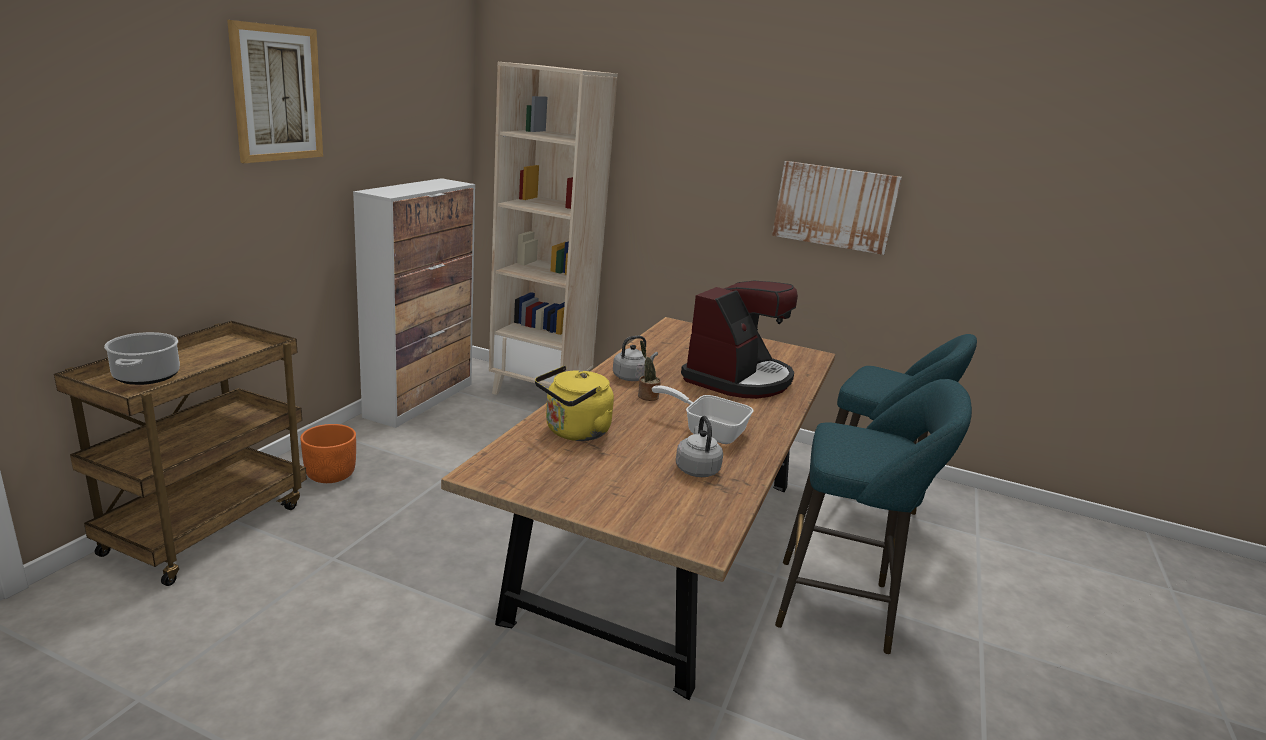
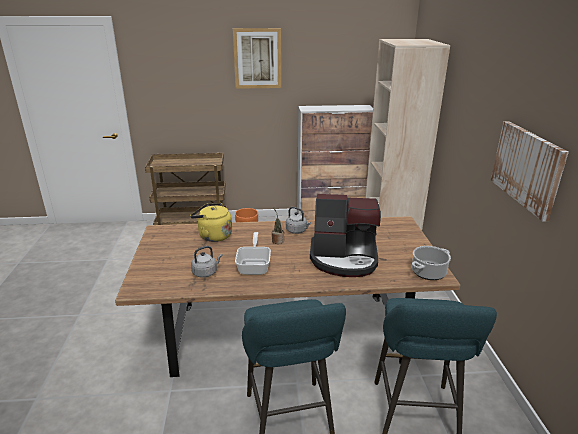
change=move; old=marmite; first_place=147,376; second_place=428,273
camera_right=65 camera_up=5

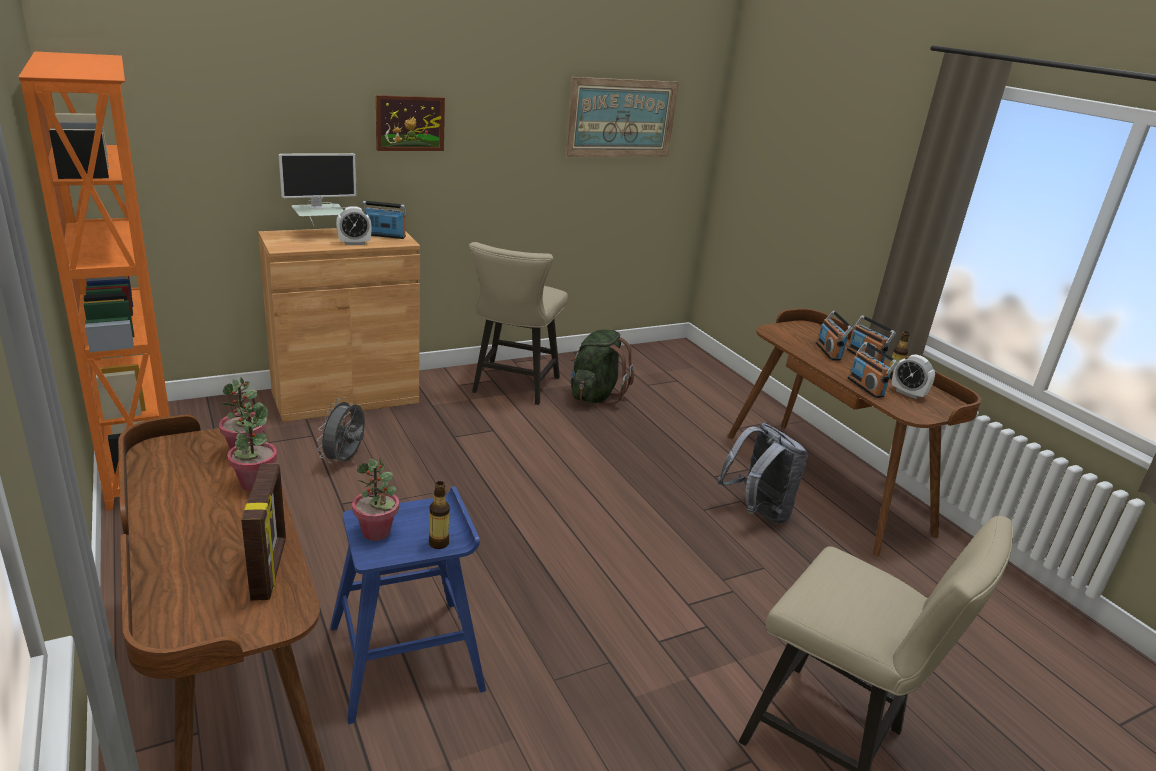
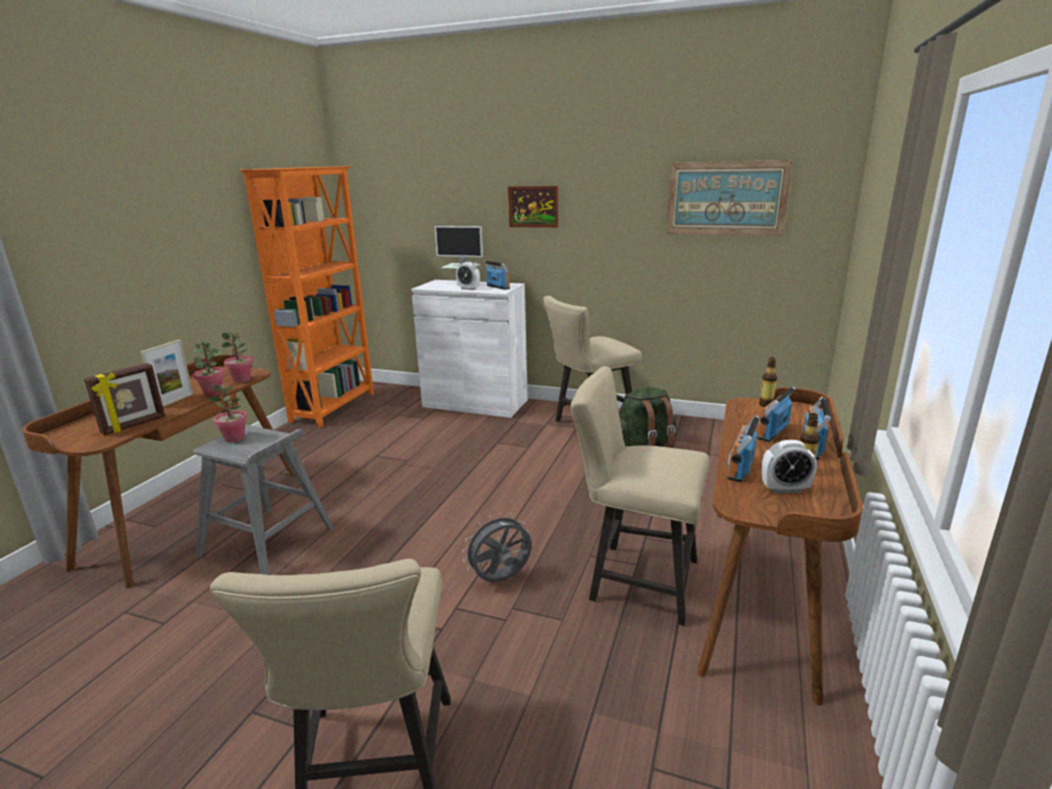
change=insert; new=cadre photo; second_place=175,401
change=recolor; old=tabouret [bleu]; new=tabouret [gris]; first_place=407,657; second_place=268,542
change=recolor; old=meuble de rangement [marron]; new=meuble de rangement [blanc]; first_place=345,397; second_place=475,403
change=move; old=ventilateur [gris]; first_place=345,460; second_place=501,580
change=replace; old=sac à dos [gris]; new=chaise [beige]; first_place=756,512; second_place=635,579
change=move; old=bouteille; first_place=438,543; second_place=766,405
change=rotate; old=réveil; first_place=908,393; second_place=785,489; degrees=-90
camera_right=50 camera_up=-5

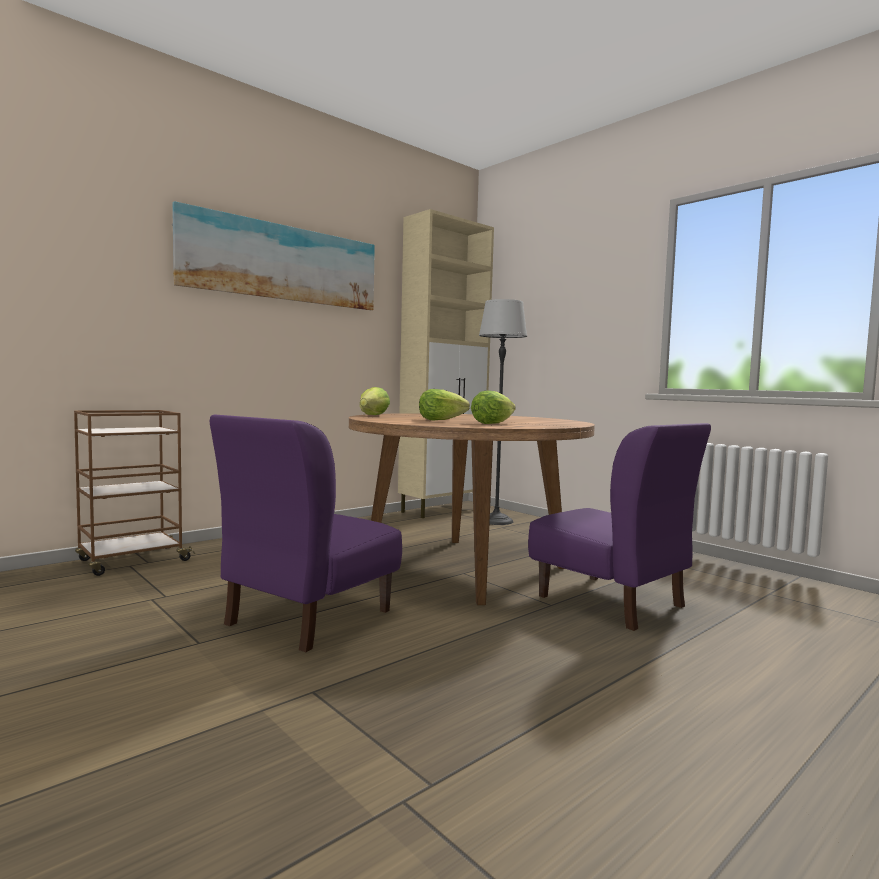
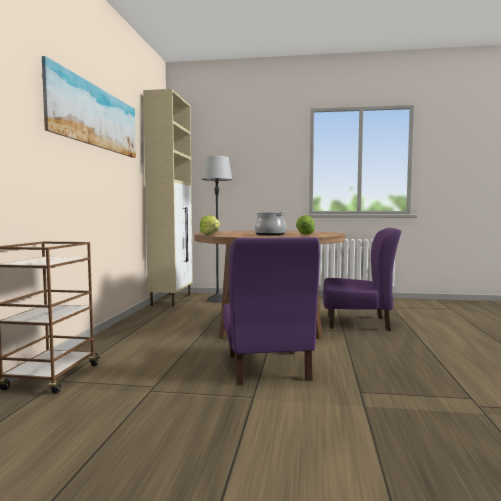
change=replace; old=laitue; new=marmite; first_place=440,420; second_place=269,234
camera_right=-40 camera_up=0

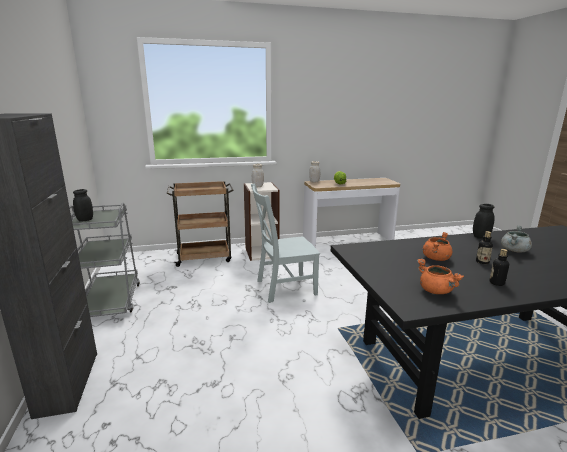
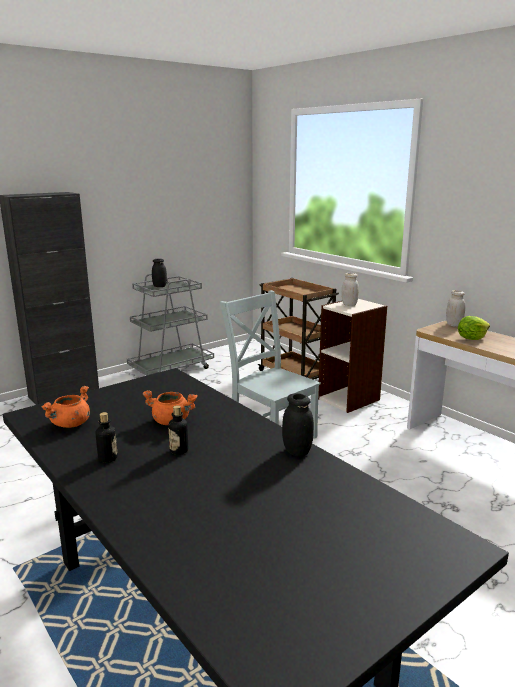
change=delete; old=marmite [gris]; first_place=514,250
camera_right=65 camera_up=0

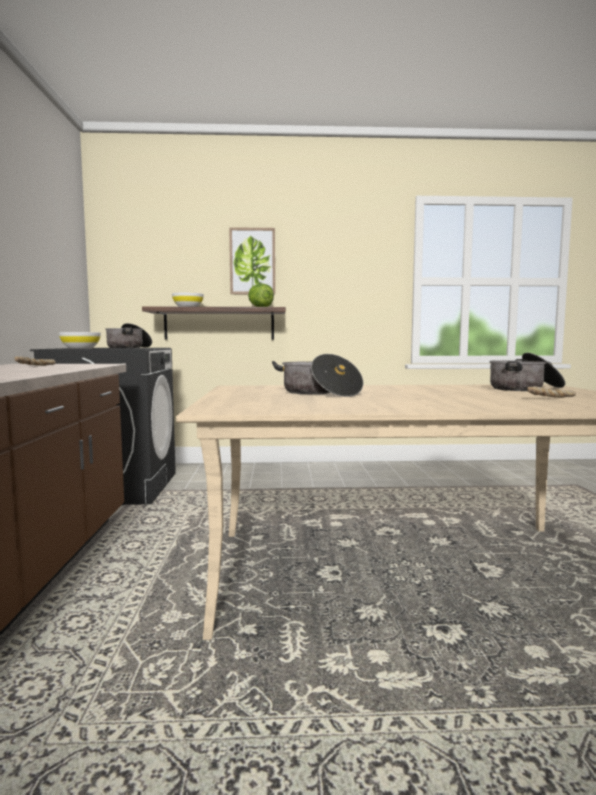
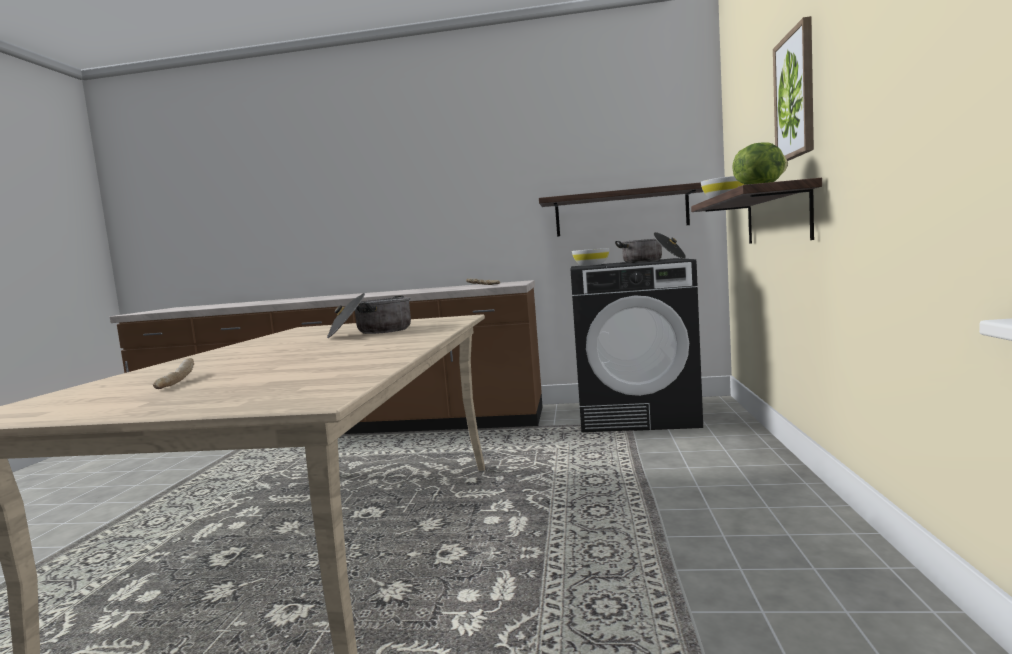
change=insert; new=étagère; second_place=621,212
change=delete; old=marmite; first_place=525,388
camera_right=100 camera_up=0

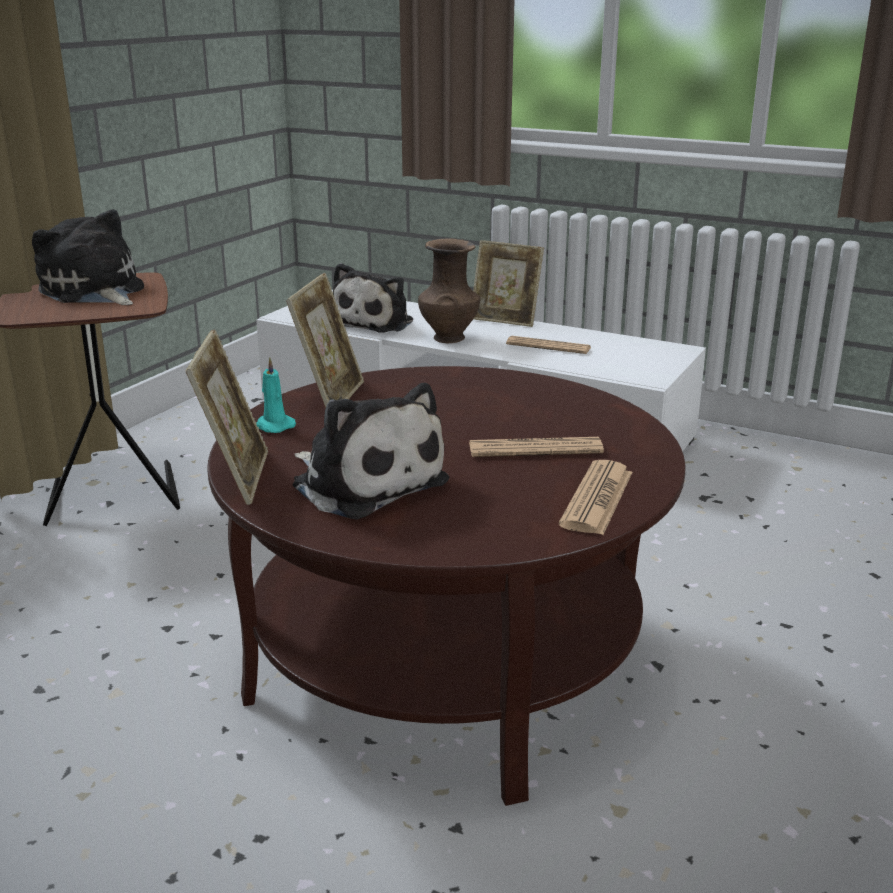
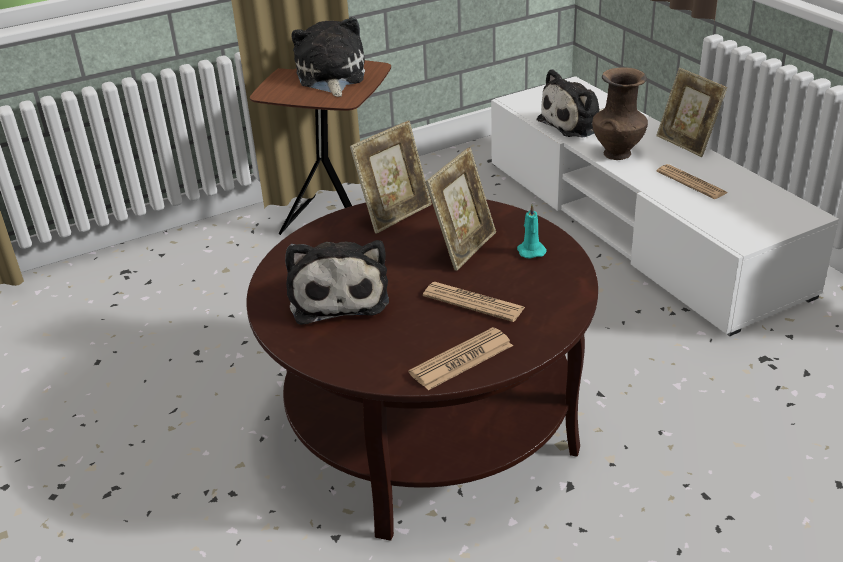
change=move; old=cadre photo; first_place=236,477; second_place=463,247
change=move; old=bougie [turquoise]; first_place=273,426; second_place=530,250
camera_right=35 camera_up=10

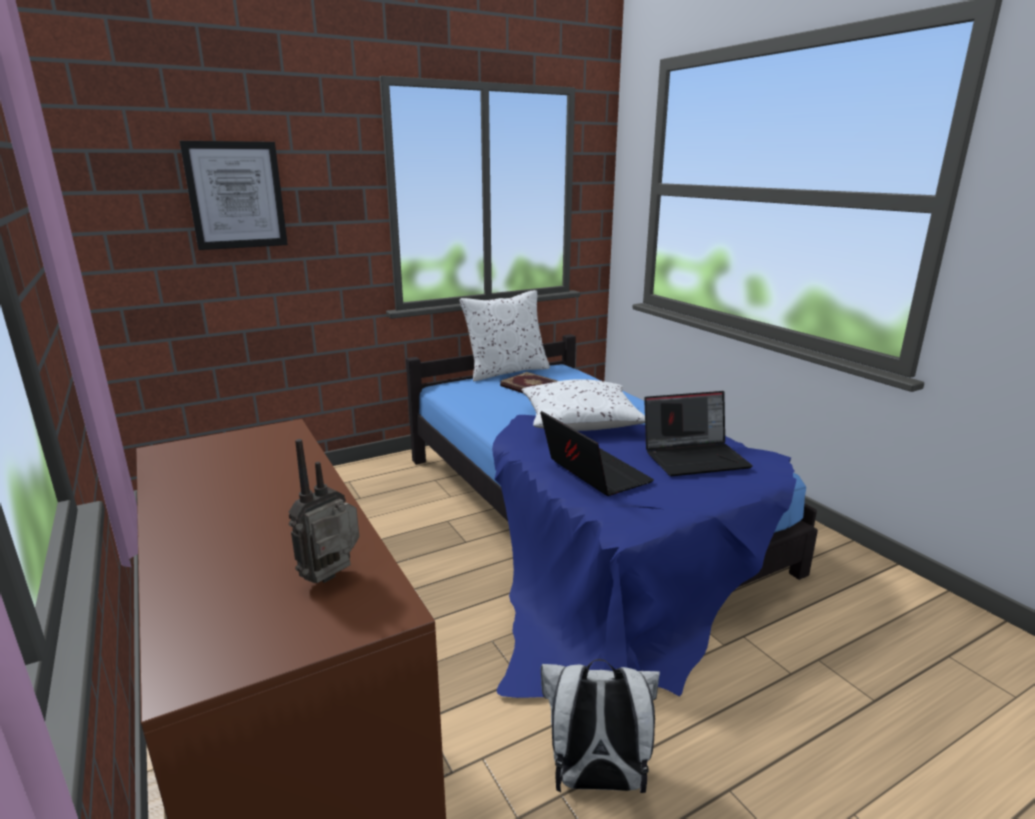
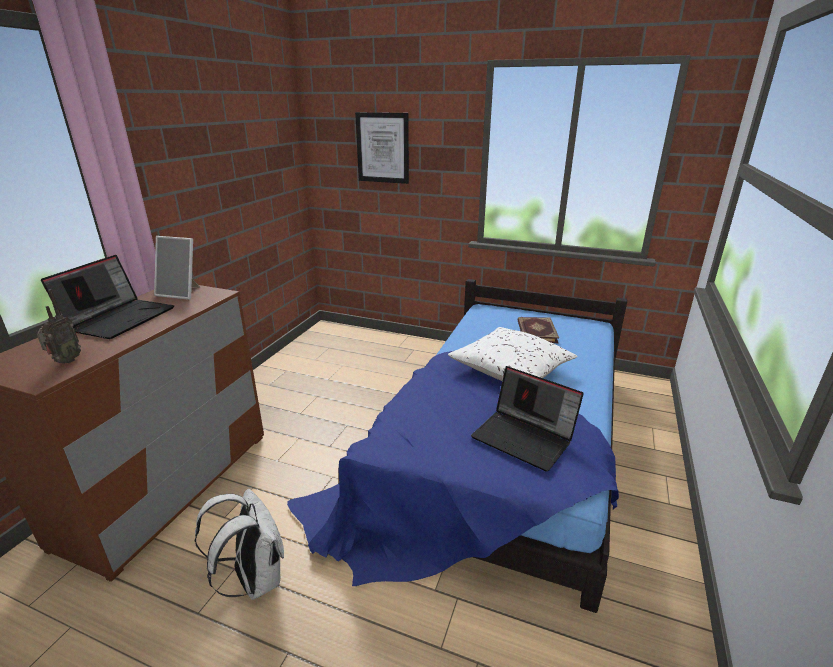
change=rotate; old=radio; first_place=334,579; second_place=65,362; degrees=105
change=move; old=ordinateur portable; first_place=593,473; second_place=120,318
change=insert; new=cadre photo; second_place=182,293
change=delete; old=coussin [blanc]; first_place=506,371
camera_right=50 camera_up=5

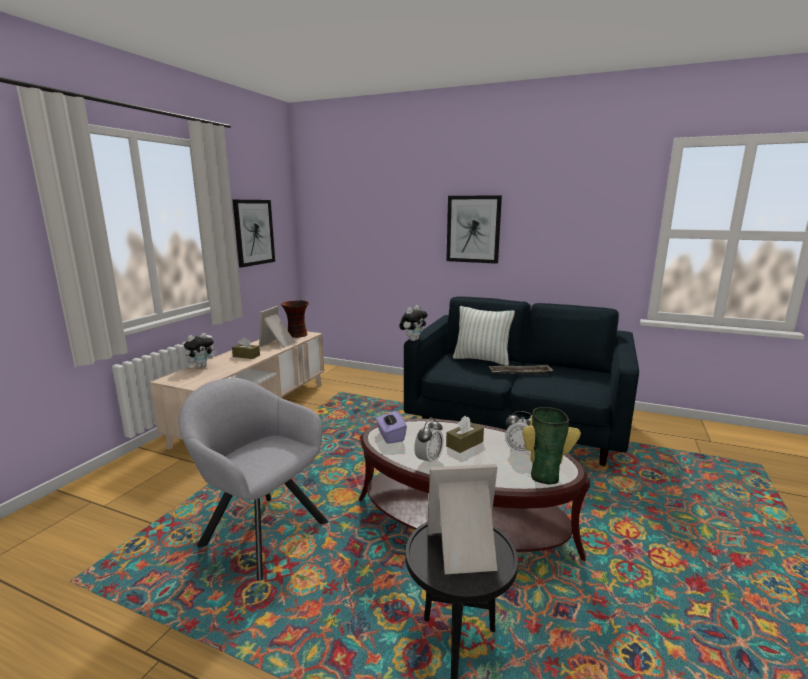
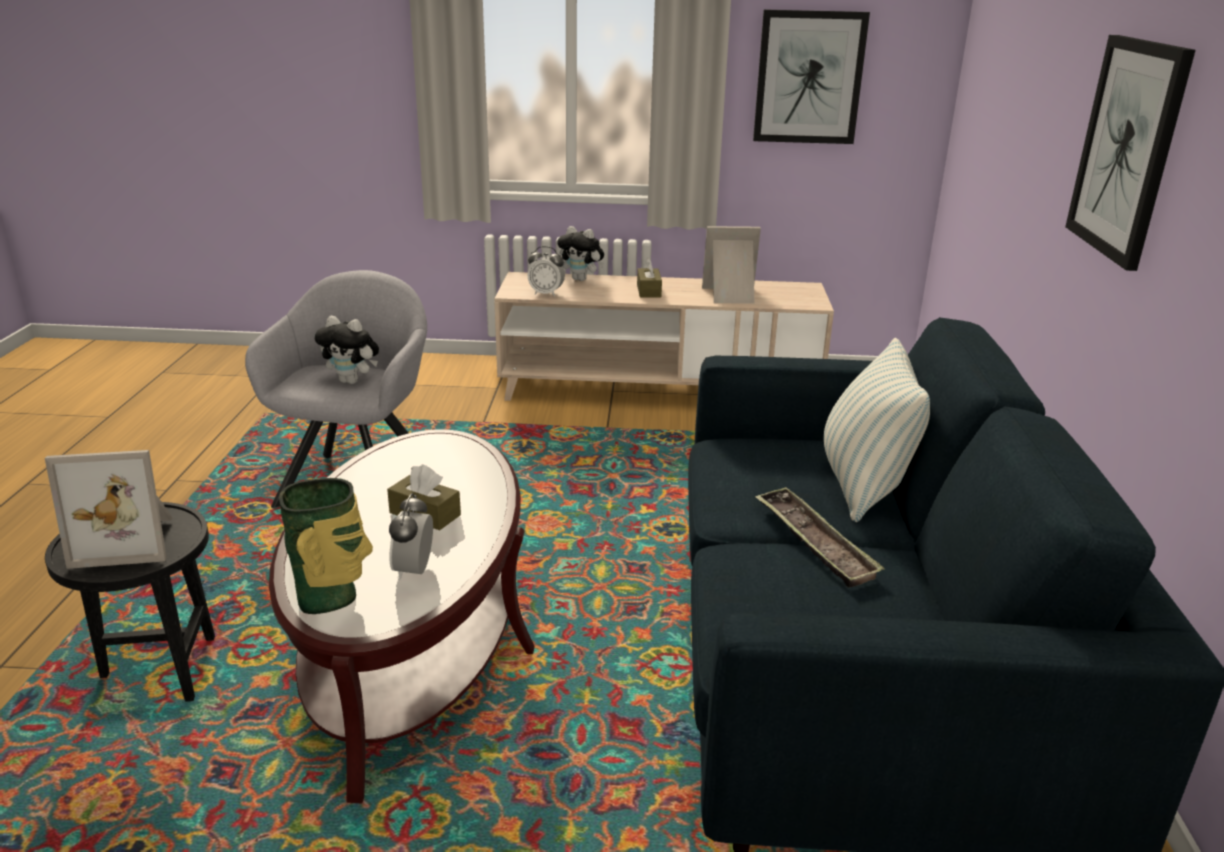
change=rotate; old=cadre photo; first_place=464,550; second_place=128,541; degrees=105
change=move; old=peluche; first_place=413,339; second_place=352,381
change=move; old=réveil; first_place=429,460; second_place=546,293
change=delete; old=vase; first_place=297,335
change=delete; old=boîte à mouchoirs [violet]; first_place=390,436
camera_right=70 camera_up=10

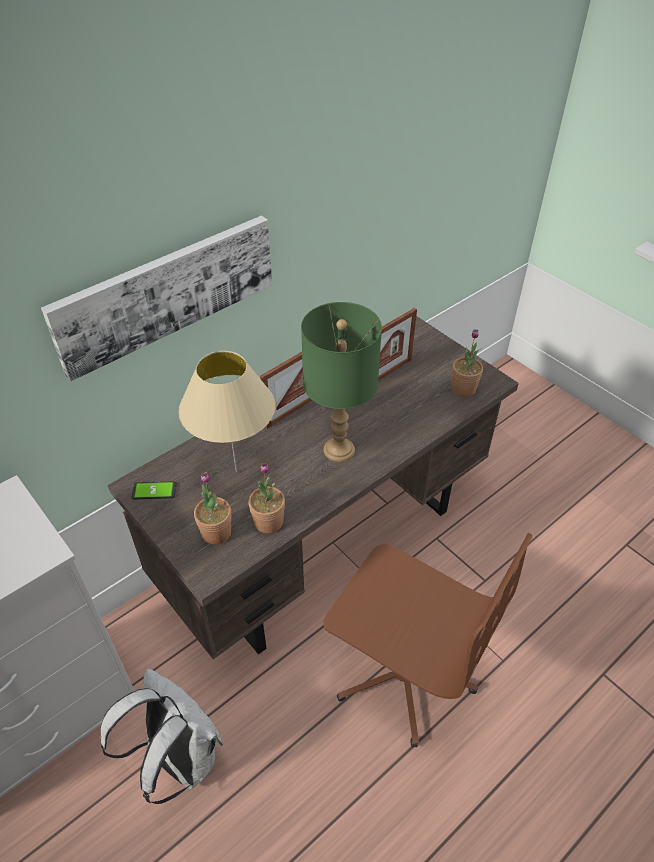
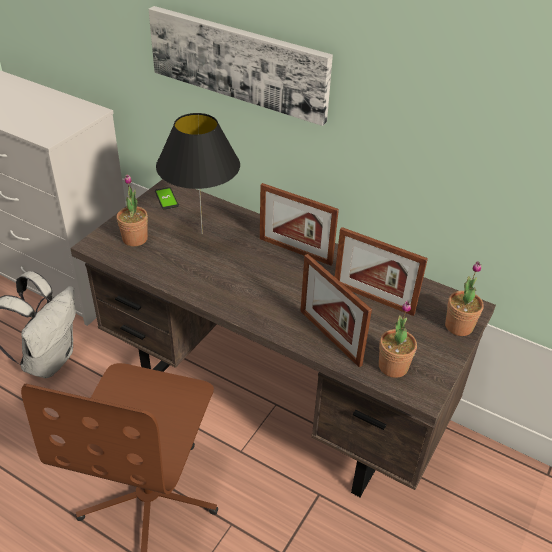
change=recolor; old=lampe de table [beige]; new=lampe de table [noir]; first_place=236,471; second_place=202,233
change=insert; new=cadre photo; second_place=330,337
change=move; old=plante en pot; first_place=268,522; second_place=459,326
change=delete; old=lampe de table [vert]; first_place=339,450
camera_right=70 camera_up=-5

